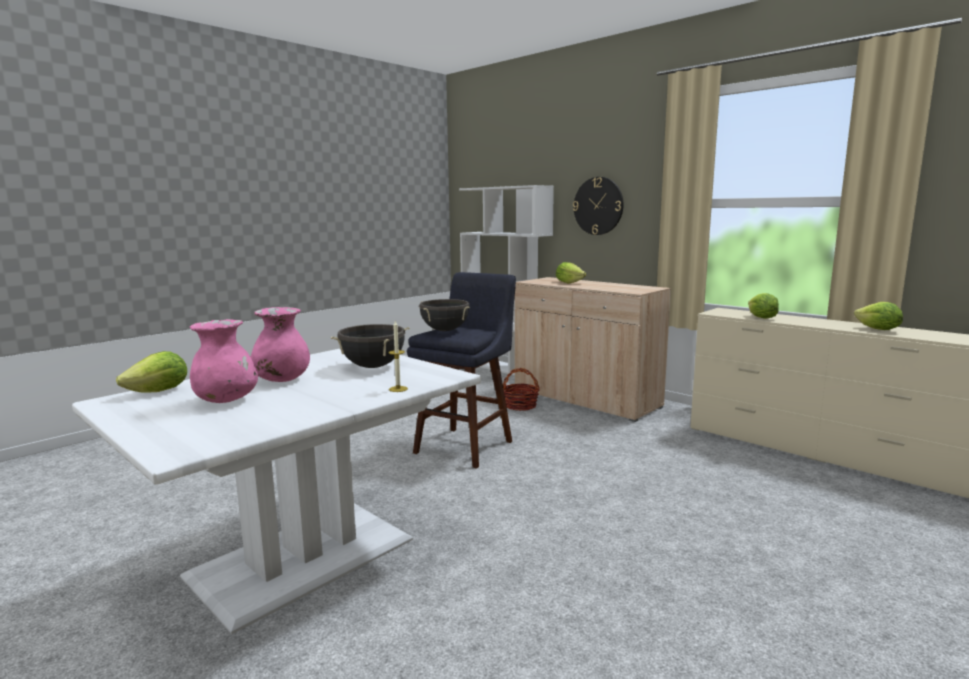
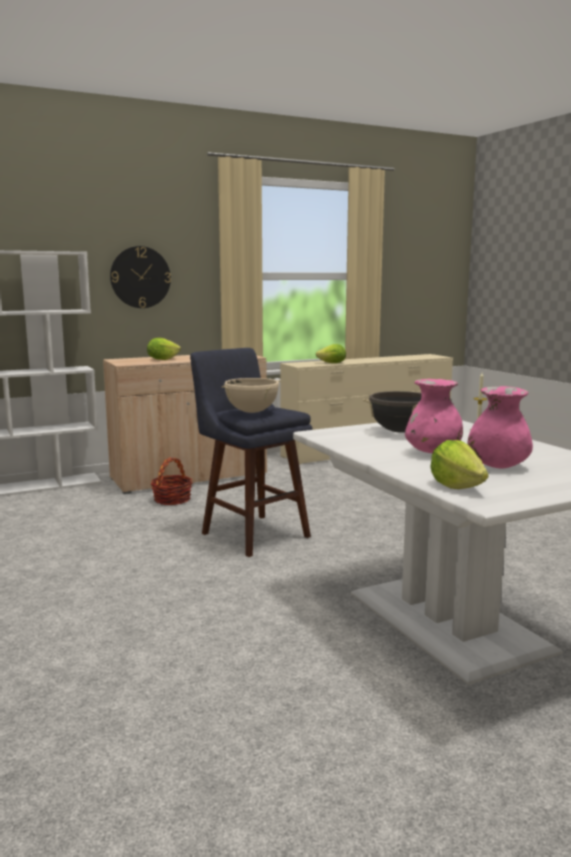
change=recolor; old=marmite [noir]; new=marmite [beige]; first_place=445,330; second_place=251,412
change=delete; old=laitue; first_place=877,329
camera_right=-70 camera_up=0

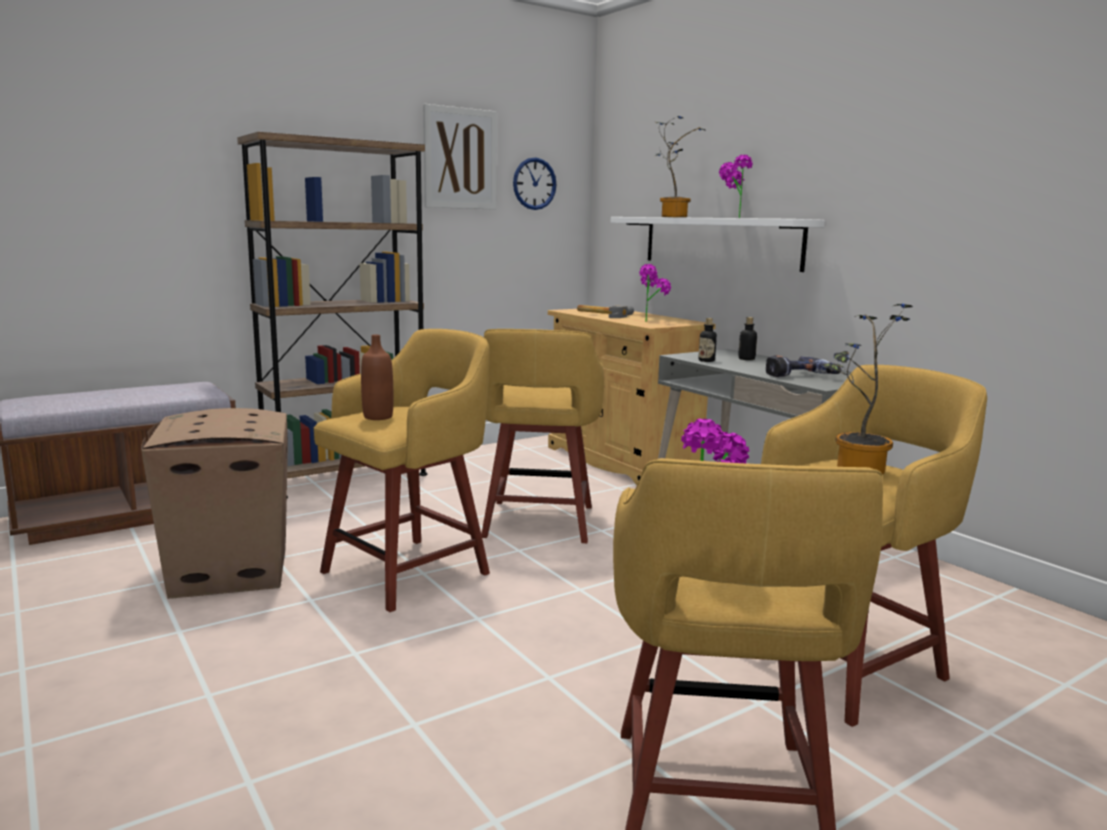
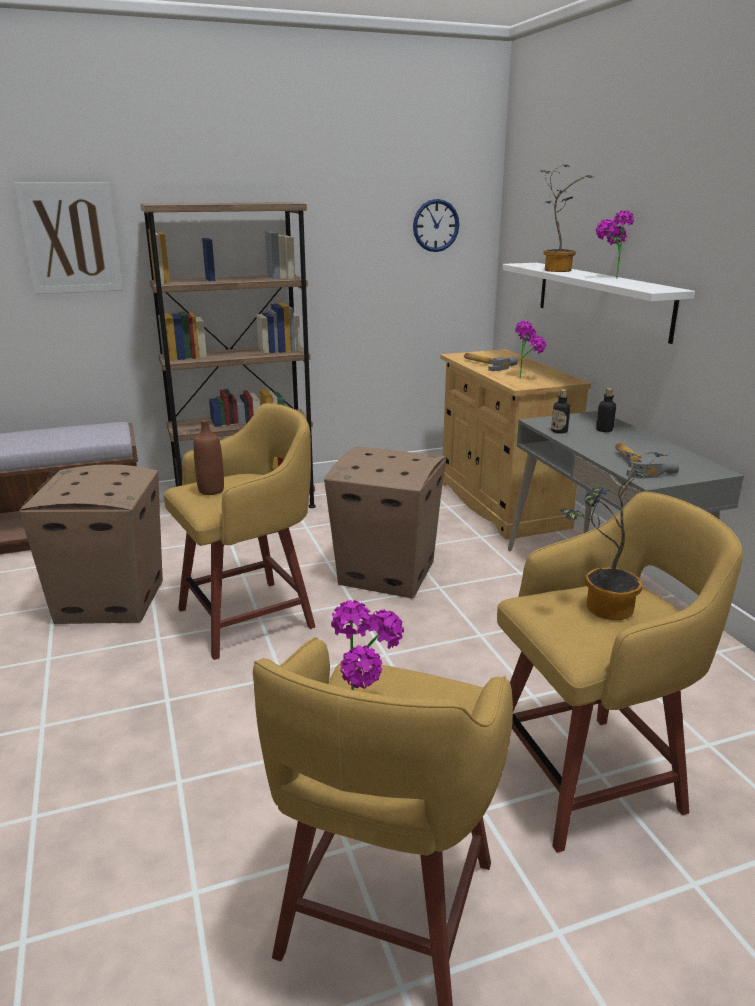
change=move; old=tableau; first_place=460,158; second_place=71,238
change=replace; old=tabouret [jaune]; new=carton; first_place=537,523; second_place=385,573
change=replace; old=perceuse; new=marteau; first_place=801,377; second_place=638,464
camera_right=15 camera_up=10

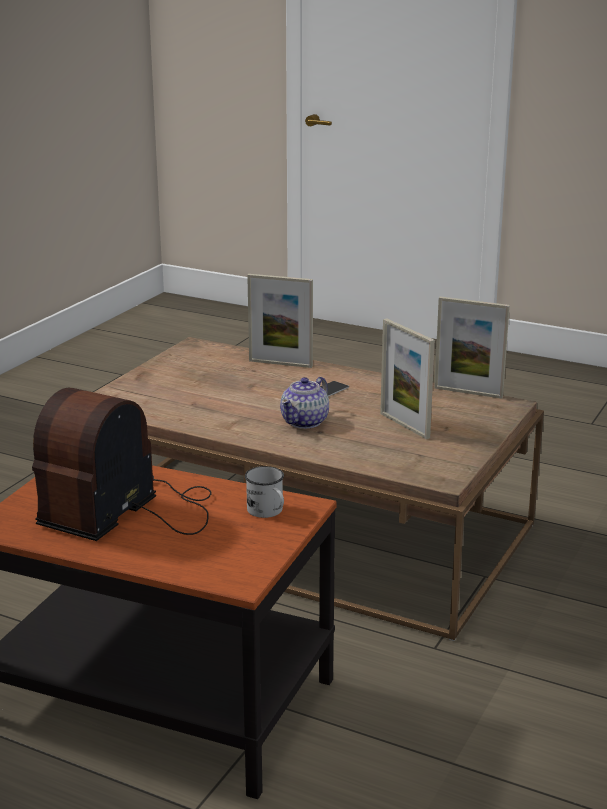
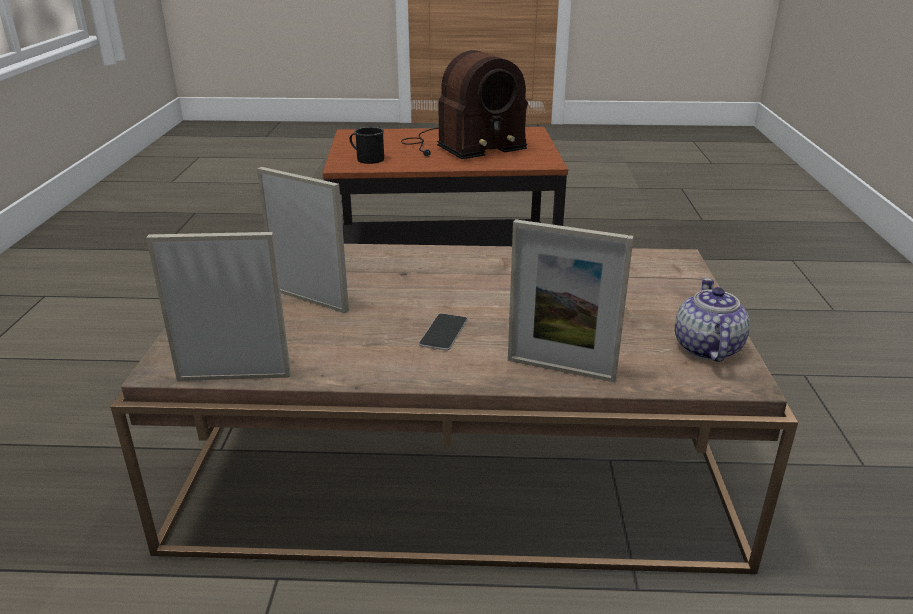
change=recolor; old=mug [blanc]; new=mug [noir]; first_place=268,512; second_place=366,159
change=rotate; old=radio; first_place=130,511; second_place=461,146; degrees=60
change=rotate; old=cadre photo; first_place=280,363; second_place=560,369; degrees=-150
change=move; old=théière; first_place=305,422; second_place=706,349
camera_right=155 camera_up=5

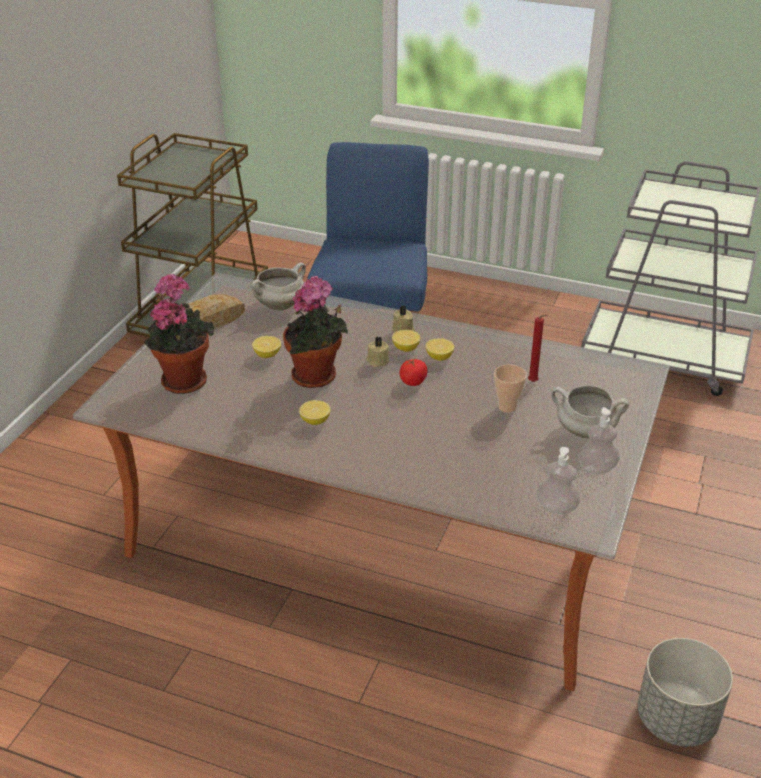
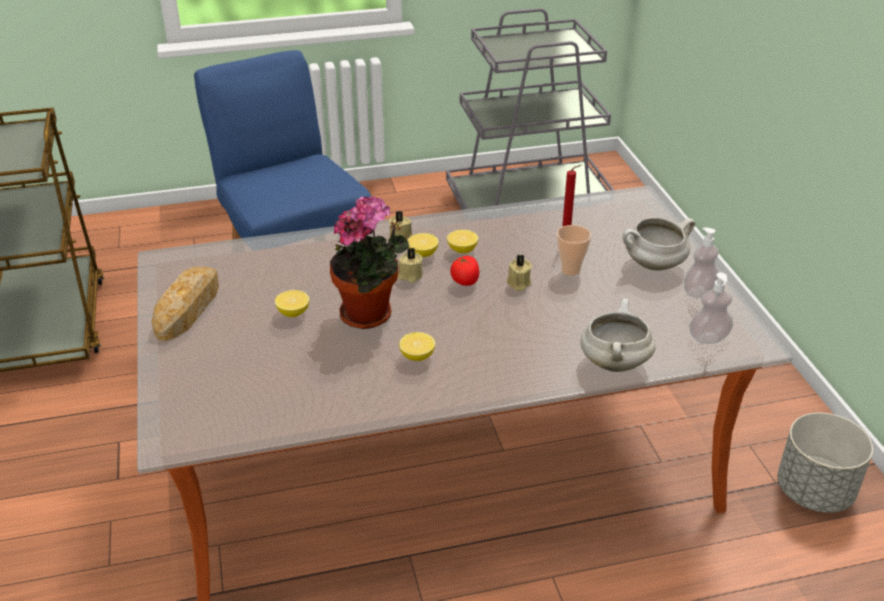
change=insert; new=bougie [beige]; second_place=518,283
change=move; old=marmite [blanc]; first_place=280,305; second_place=614,362
change=delete; old=plante en pot; first_place=183,379
camera_right=-35 camera_up=0

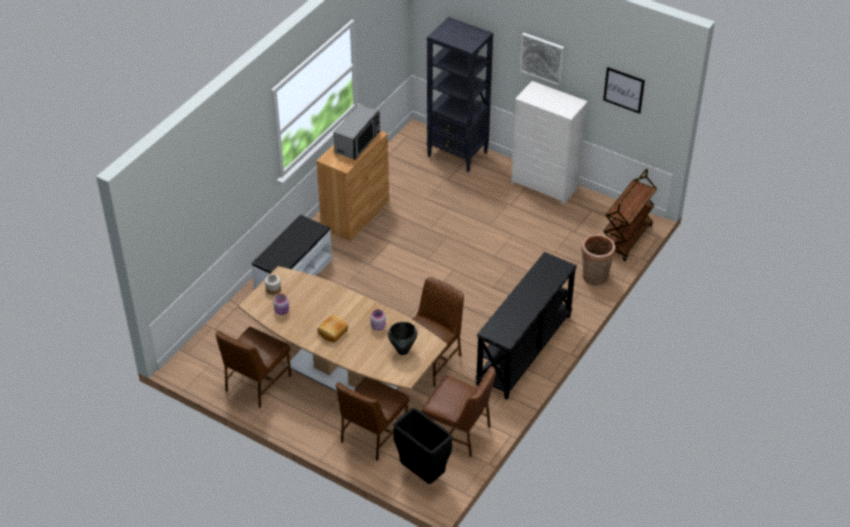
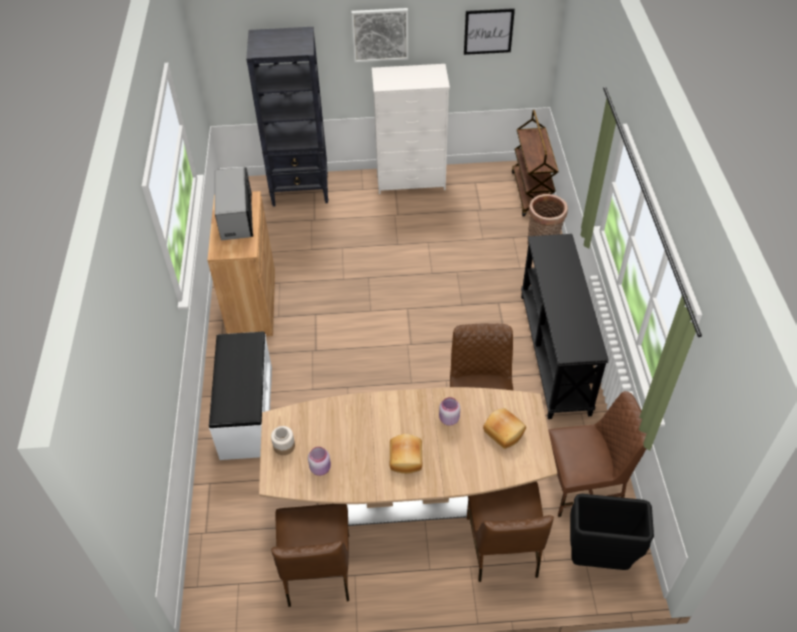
change=replace; old=marmite [noir]; new=pain; first_place=403,351; second_place=504,431
camera_right=-35 camera_up=5

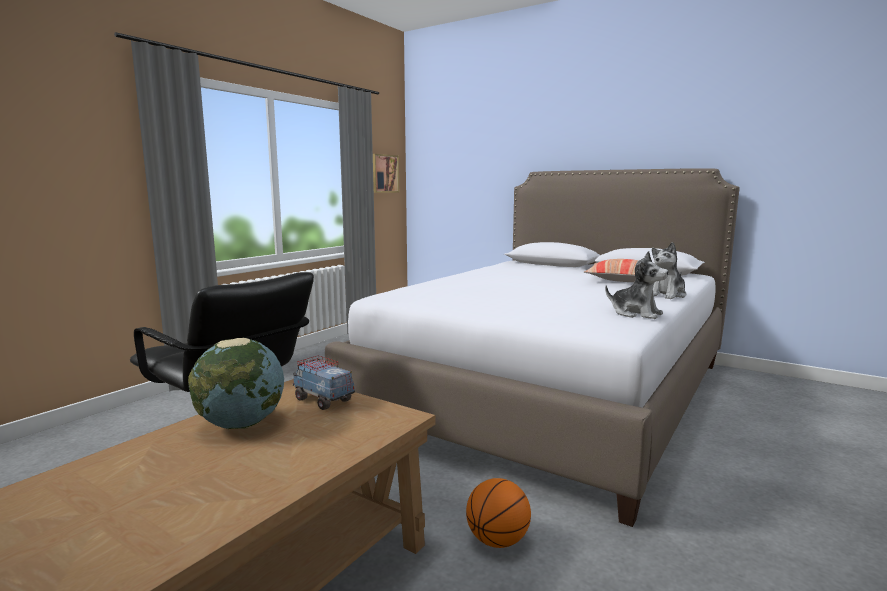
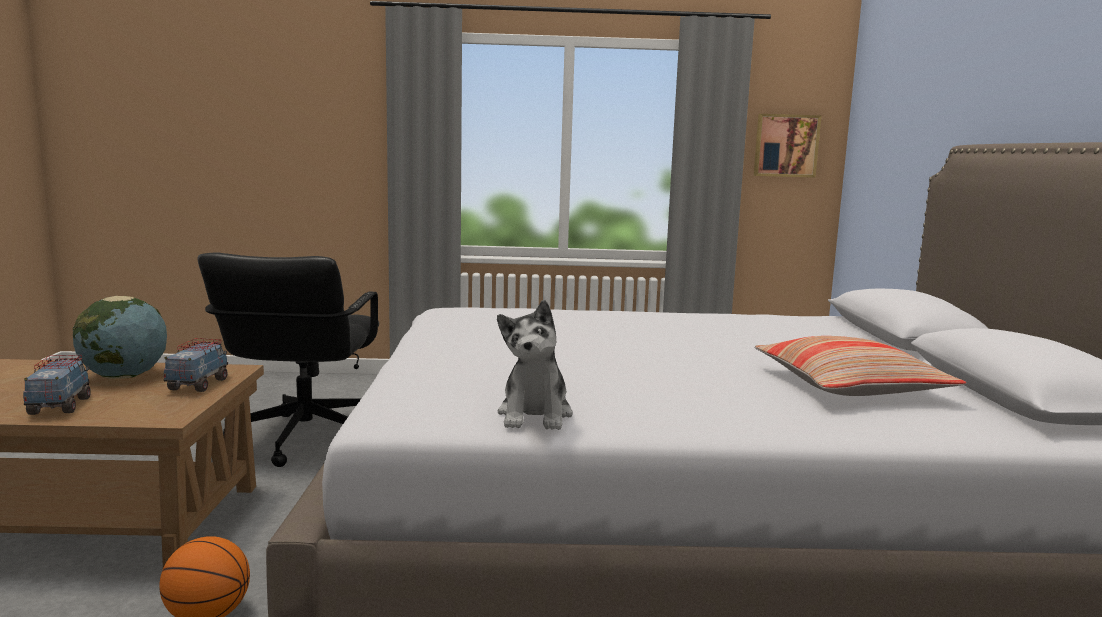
change=insert; new=camion jouet; second_place=60,406
change=delete; old=peluche; first_place=667,295
camera_right=55 camera_up=0

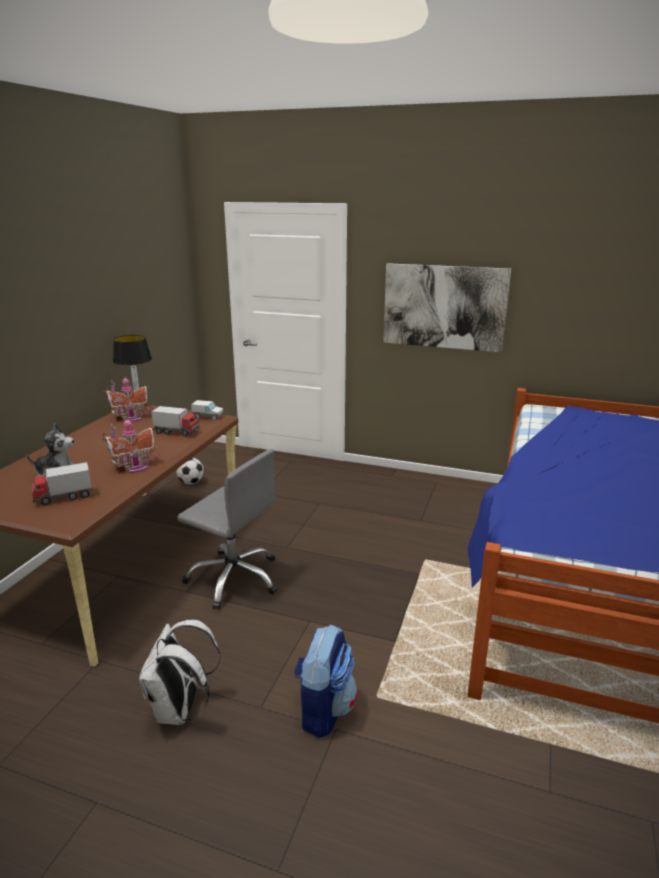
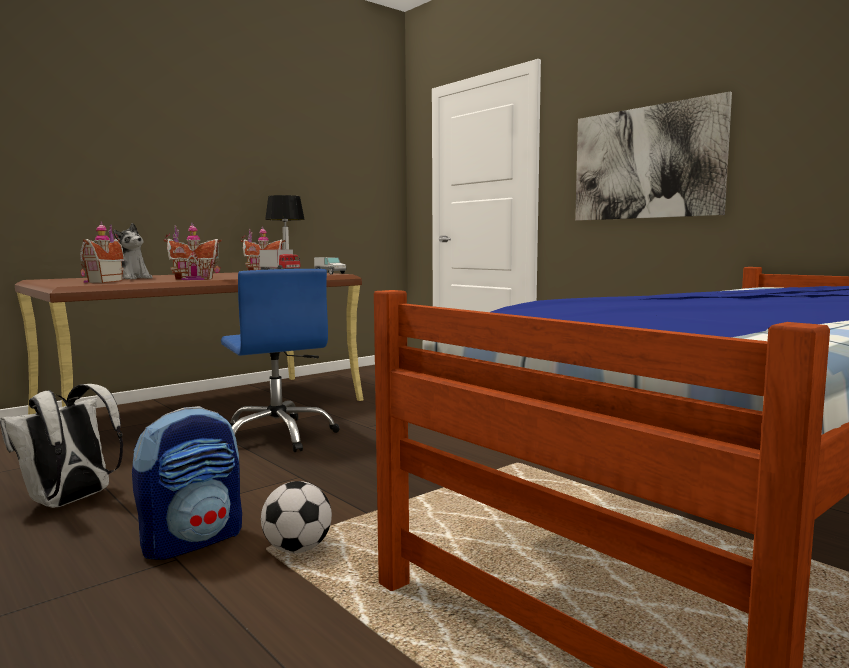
change=replace; old=camion jouet; new=maison miniature; first_place=63,497; second_place=101,281
change=recolor; old=chaise de bureau [gris]; new=chaise de bureau [bleu]; first_place=234,578; second_place=278,435
change=move; old=ballon de foot; first_place=191,482; second_place=297,549
camera_right=30 camera_up=-15

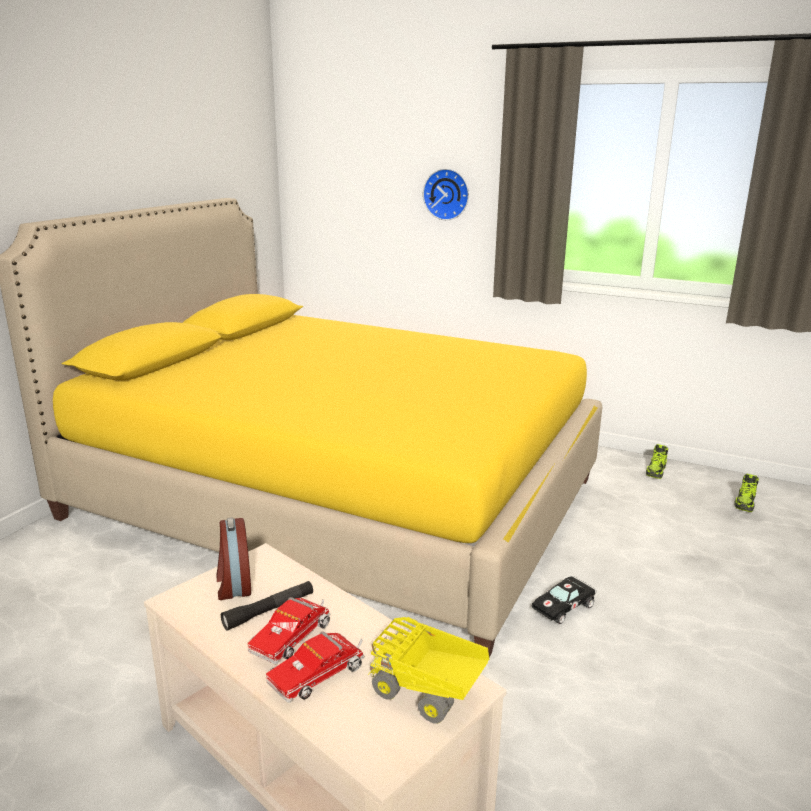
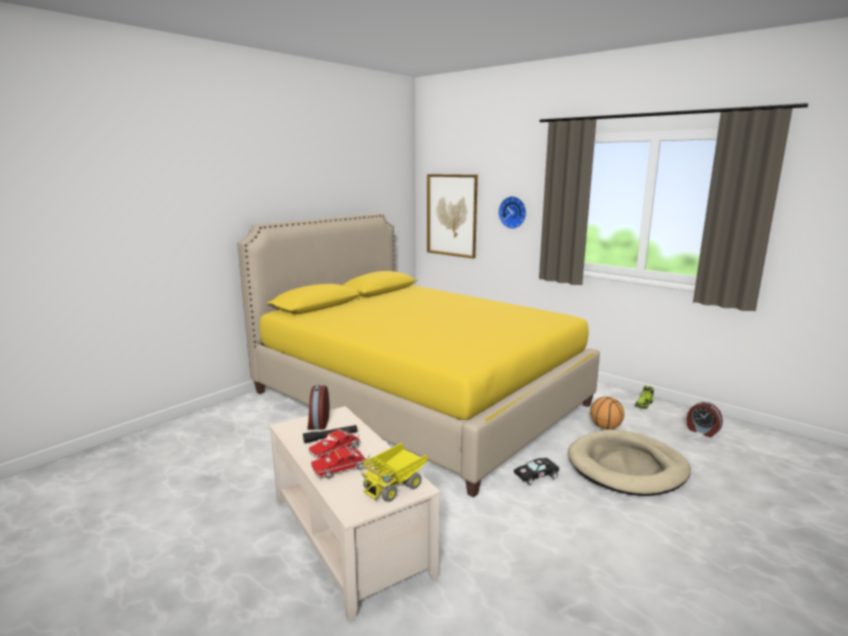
change=rotate; old=camion jouet; first_place=427,693; second_place=395,486; degrees=-90
change=insert; new=tableau; second_place=452,215
change=insert; new=panier pour chien [beige]; second_place=627,467
change=insert; new=ballon de basket; second_place=605,427
change=replace; old=chaussure; new=réveil; first_place=745,503; second_place=702,431
camera_right=15 camera_up=-5

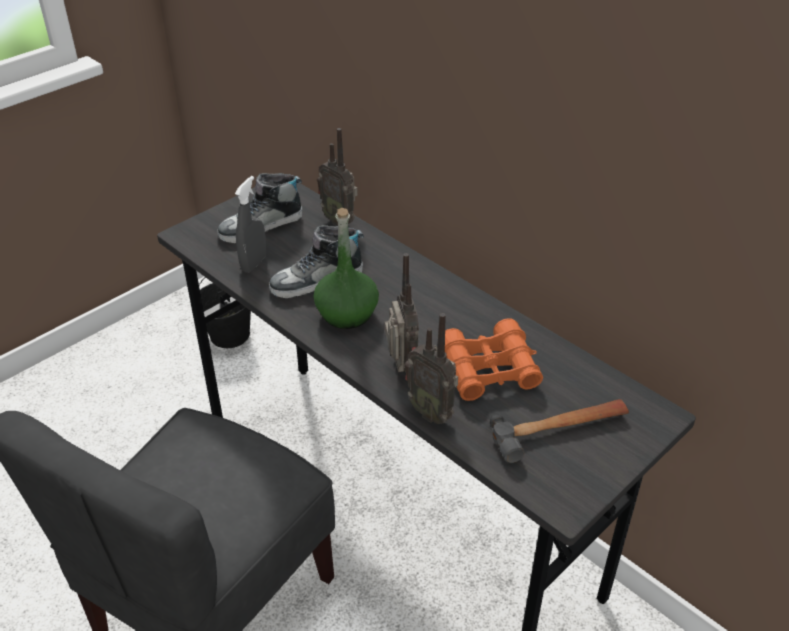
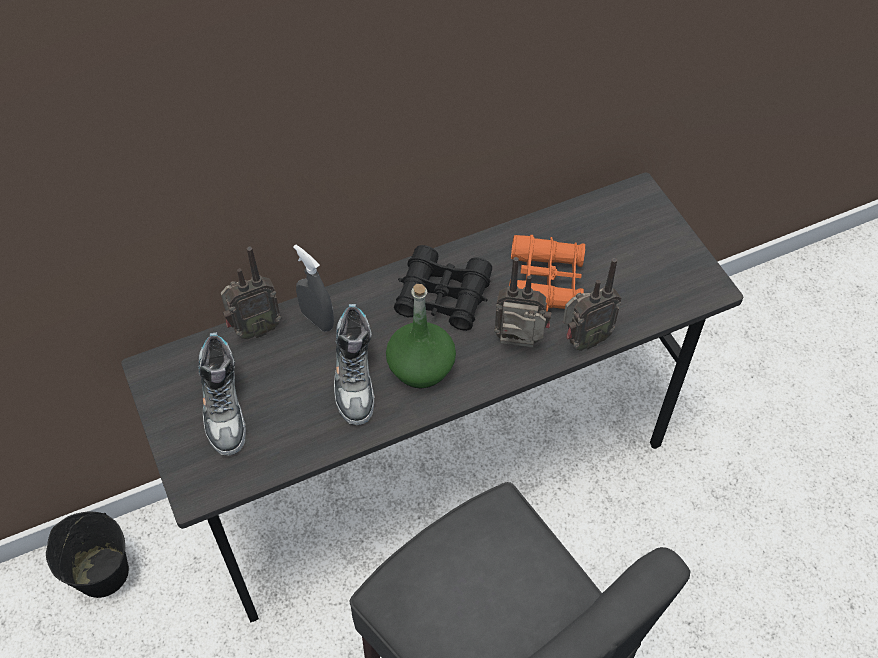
change=move; old=vaporisateur [gris]; first_place=254,263; second_place=317,319
change=insert; new=jumelles [noir]; second_place=443,296
change=delete; old=marteau; first_place=560,430
camera_right=-70 camera_up=15

